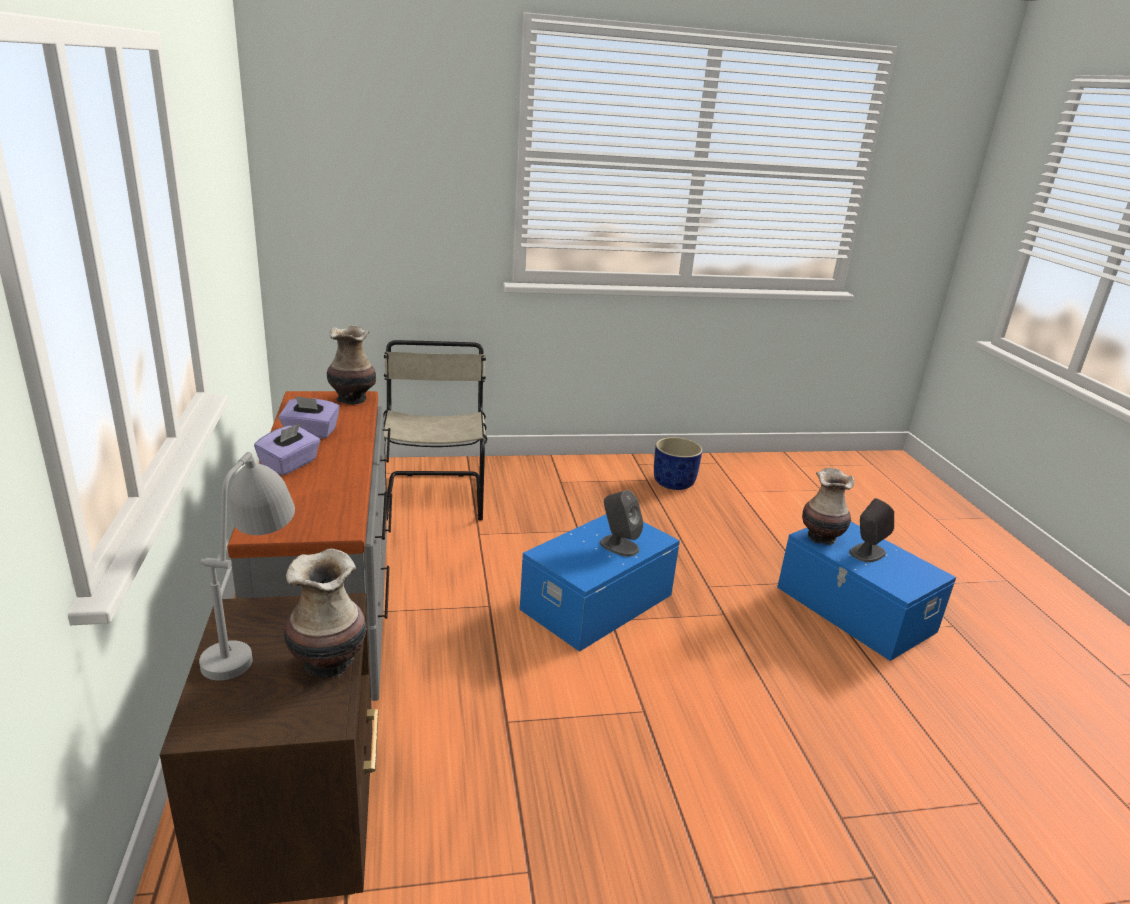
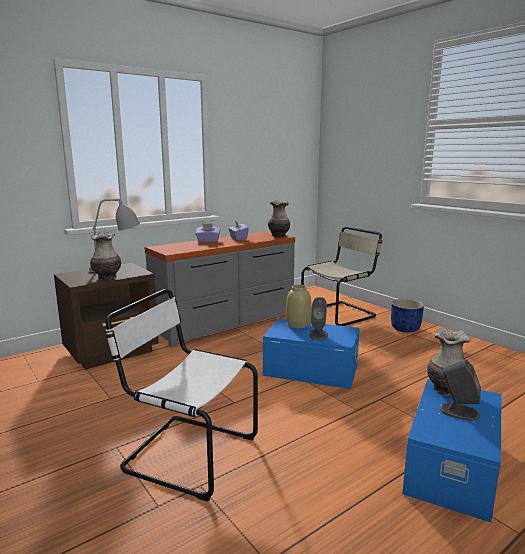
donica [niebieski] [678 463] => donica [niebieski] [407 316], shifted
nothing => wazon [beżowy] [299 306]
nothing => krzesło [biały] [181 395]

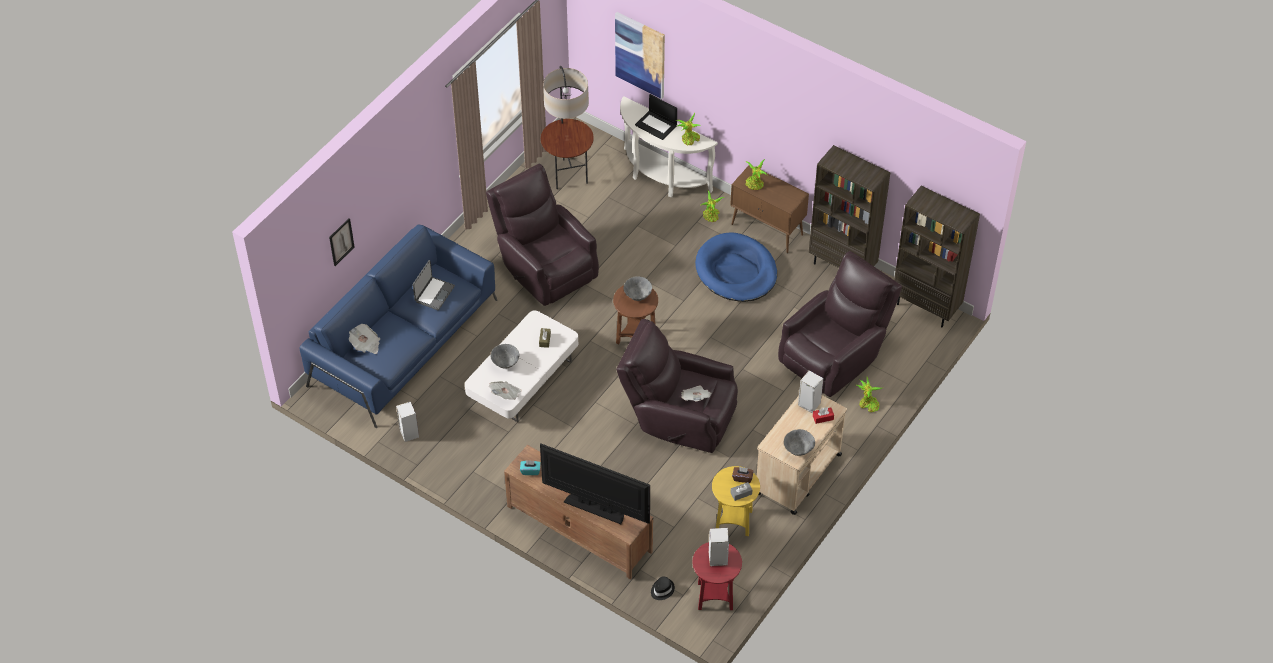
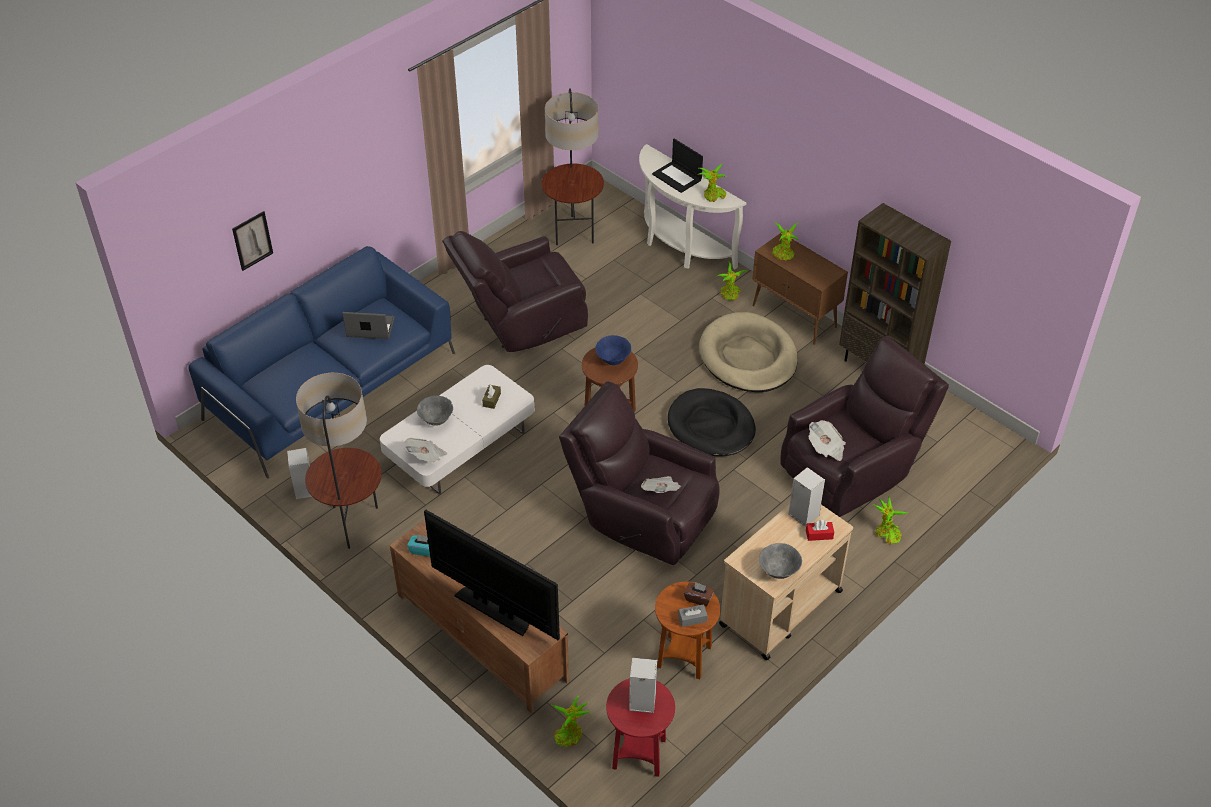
obraz [640 55] => nothing
fotel [brązowy] [542 235] => fotel [brązowy] [515 291], 90 degrees counterclockwise
regał [brązowy] [937 256] => nothing
legowisko [niebieski] [736 267] => legowisko [beżowy] [748 352]
laptop [434 285] => laptop [368 325], 120 degrees counterclockwise
miska [szary] [638 288] => miska [niebieski] [613 350]
gazeta [364 339] => gazeta [827 440], shifted
stolik [żółty] [736 501] => stolik [brązowy] [687 630]
kapelusz [czarny] [663 588] => roślina doniczkowa [571 721]
nothing => lampa stojąca [339 461]
nothing => legowisko [czarny] [712 422]

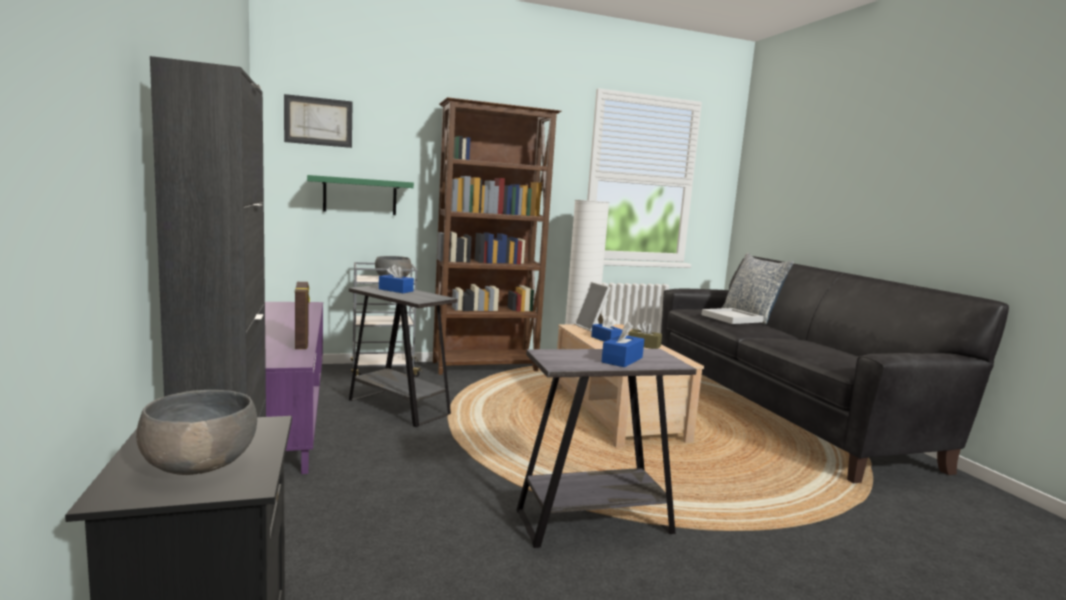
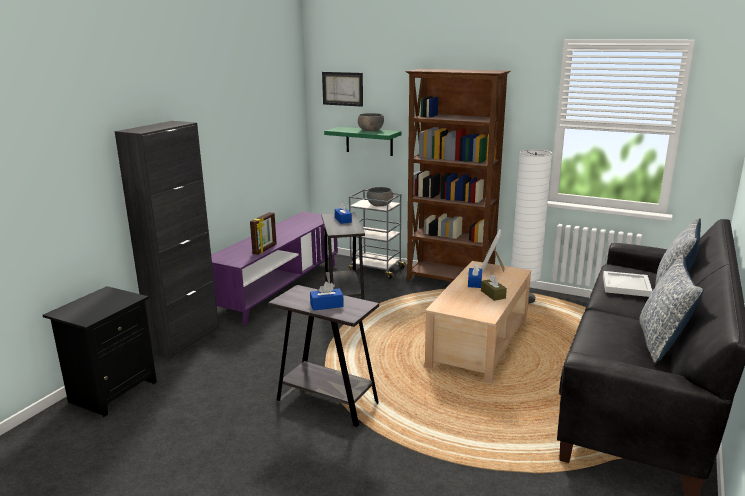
miska [szary] [196 432] => miska [szary] [371 122], shifted
nothing => poduszka [672 308]

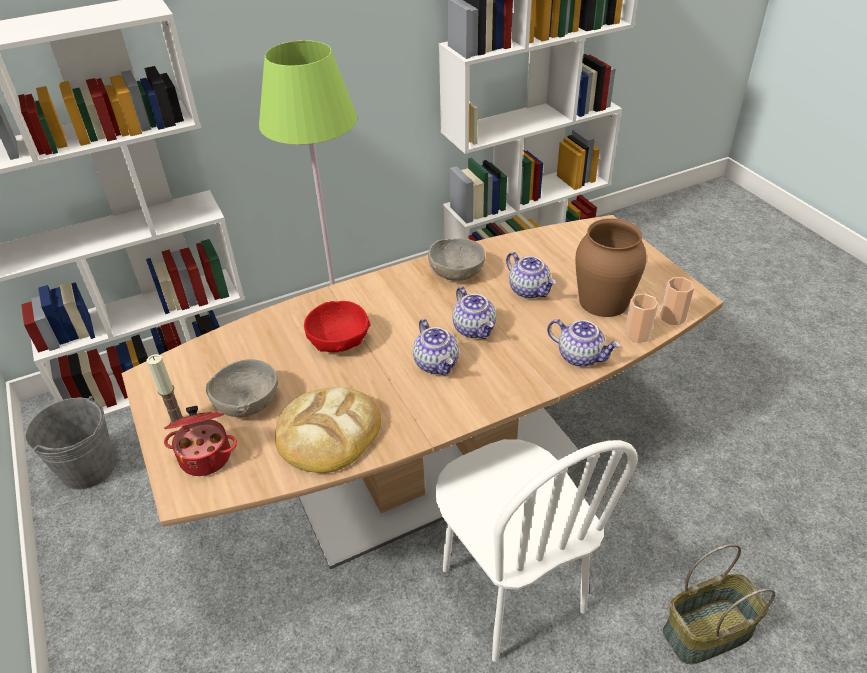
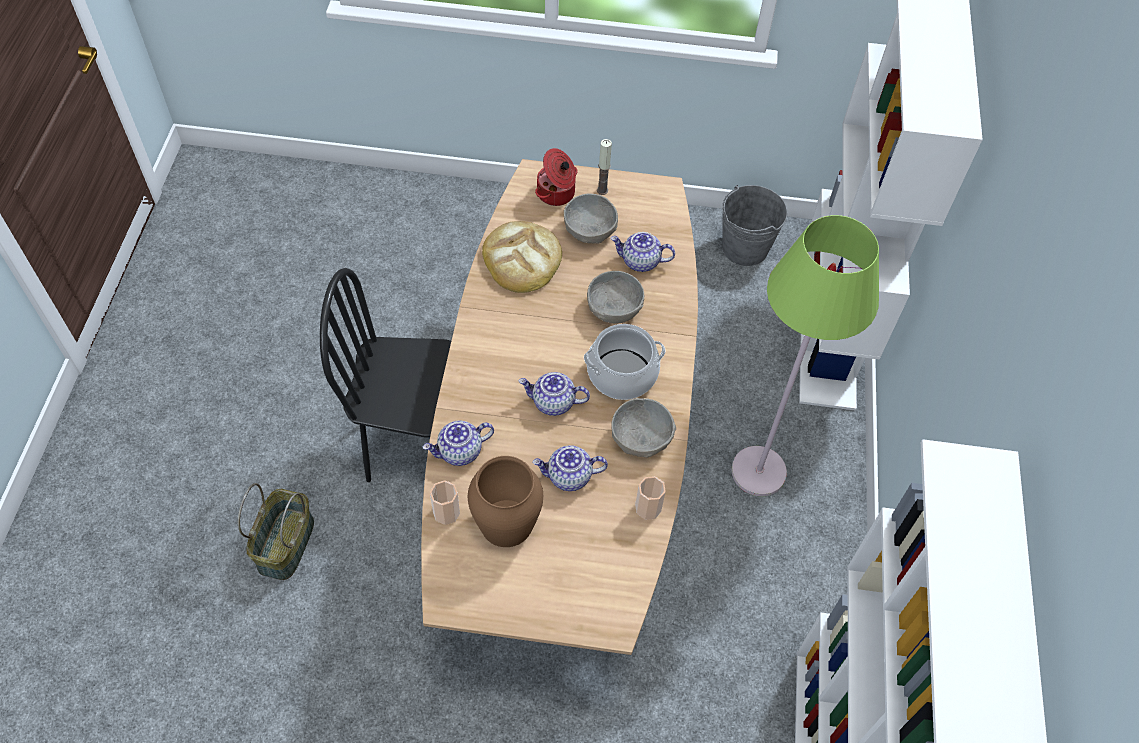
filiżanka [677 301] => filiżanka [650 498], shifted
miska [czerwony] [337 326] => miska [szary] [615 297]
imbryk [436 347] => imbryk [642 252], shifted
krzesło [biały] [536 550] => krzesło [czarny] [385 375]
nothing => garnek [624 362]

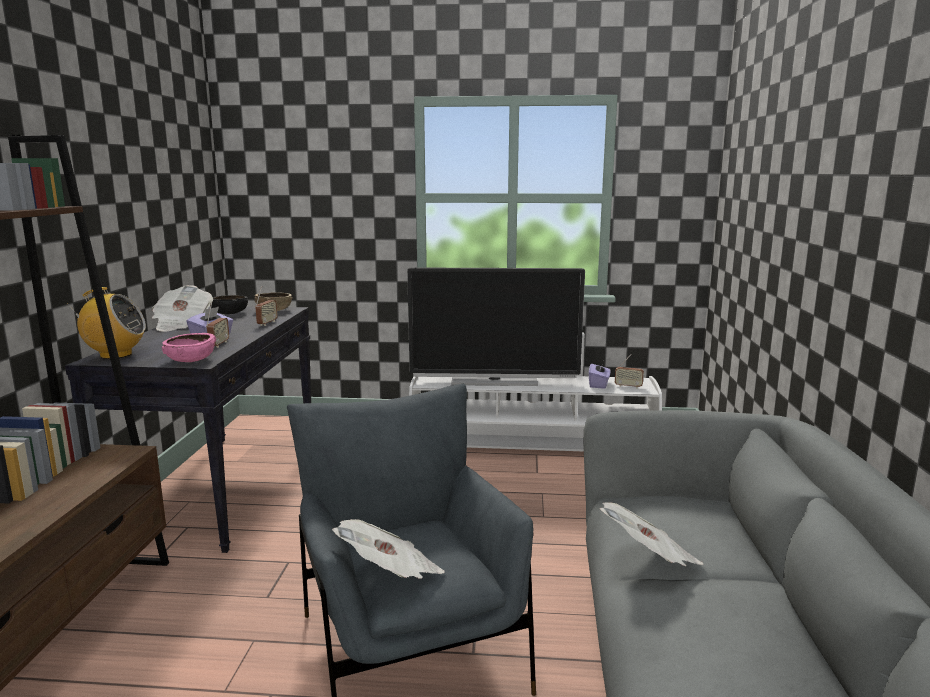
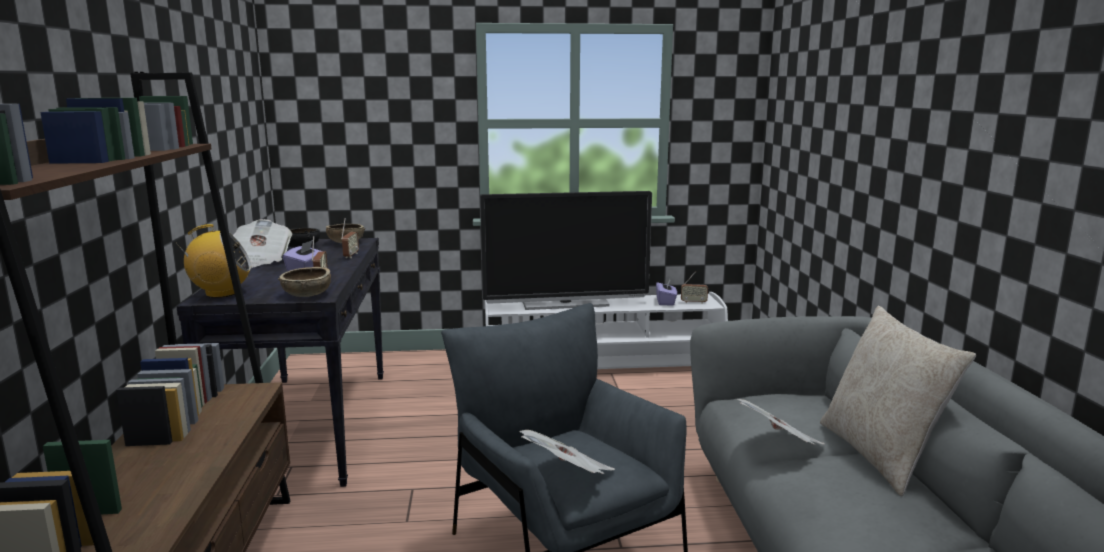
miska [różowy] [189 347] => miska [brązowy] [304 282]
nothing => poduszka [beżowy] [898 401]

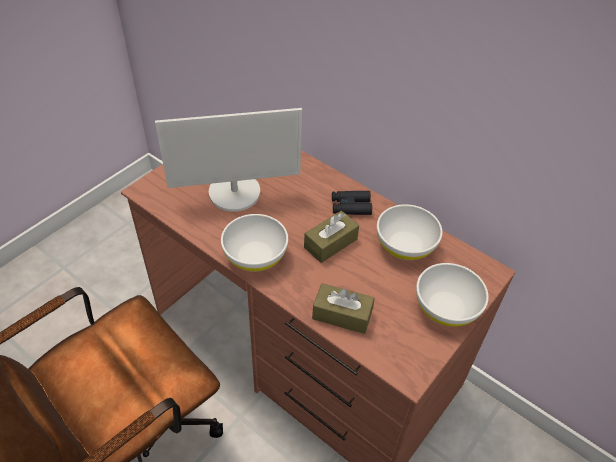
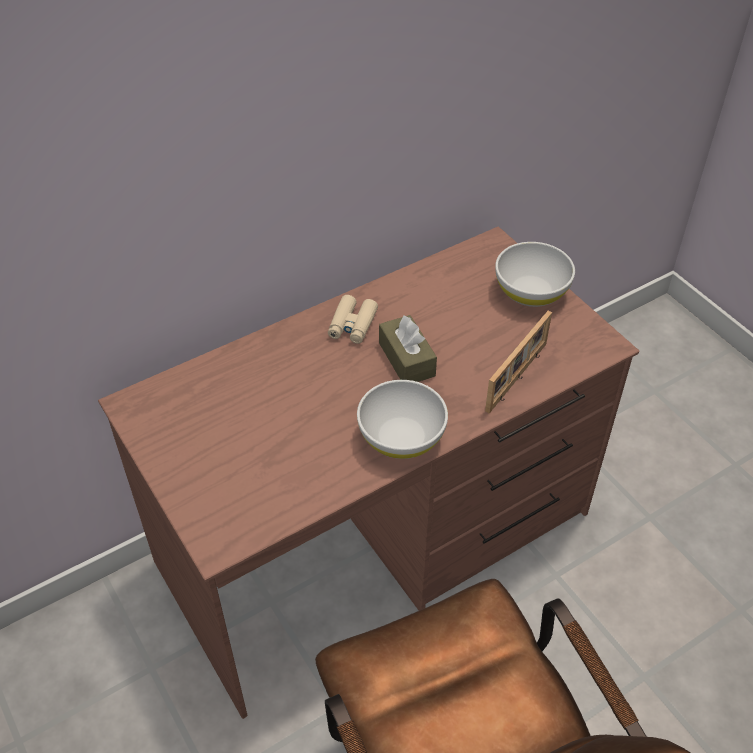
monitor [228 160] => nothing
lornetka [czarny] [352 203] => lornetka [beżowy] [353 319]
miska [biały] [410 232] => nothing
pudełko chusteczek [brązowy] [343 308] => ramka na zdjęcie [518 362]

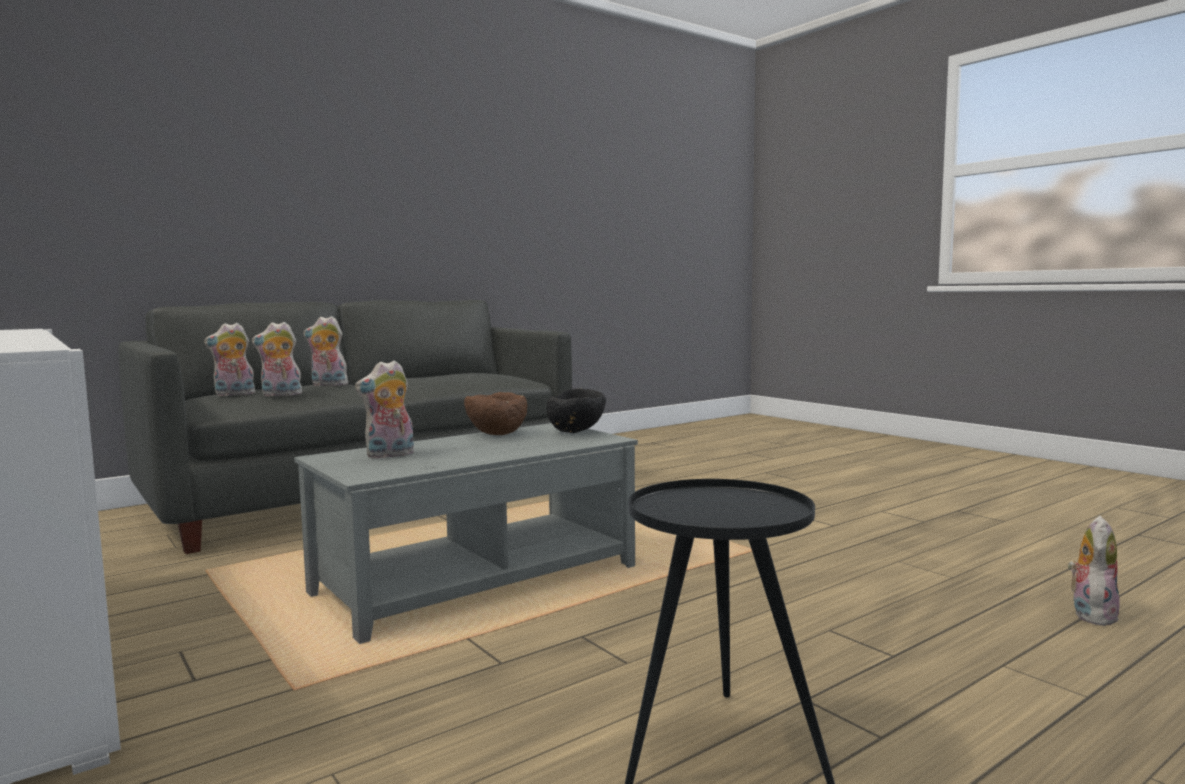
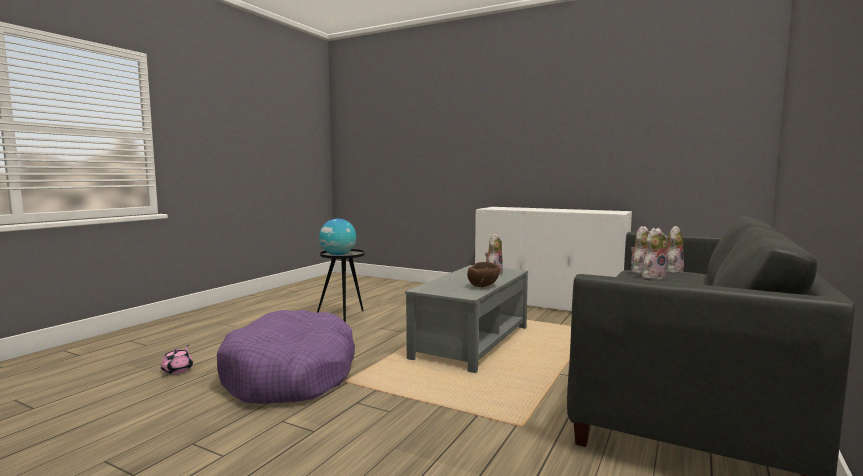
miska [czarny] [576 410] => nothing
pluszak [1094 571] => imbryk [różowy] [177 359]
nothing => globus [337 237]
nothing => legowisko [fioletowy] [286 357]

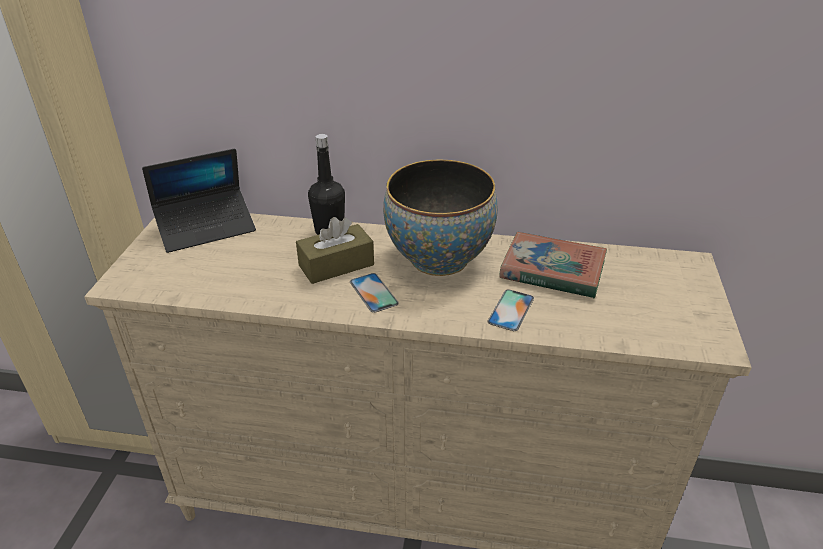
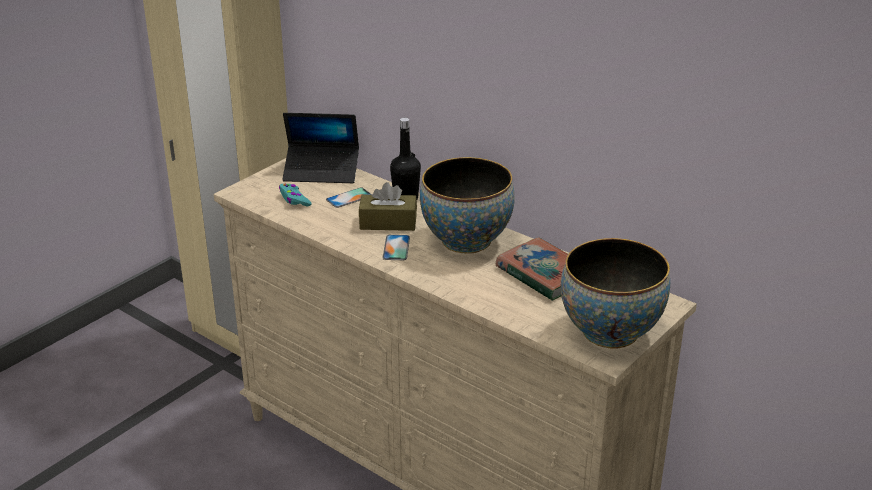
telefon [510 310] => telefon [349 197], shifted
nothing => pad do gier [turkusowy] [295 195]
nothing => miska [615 293]

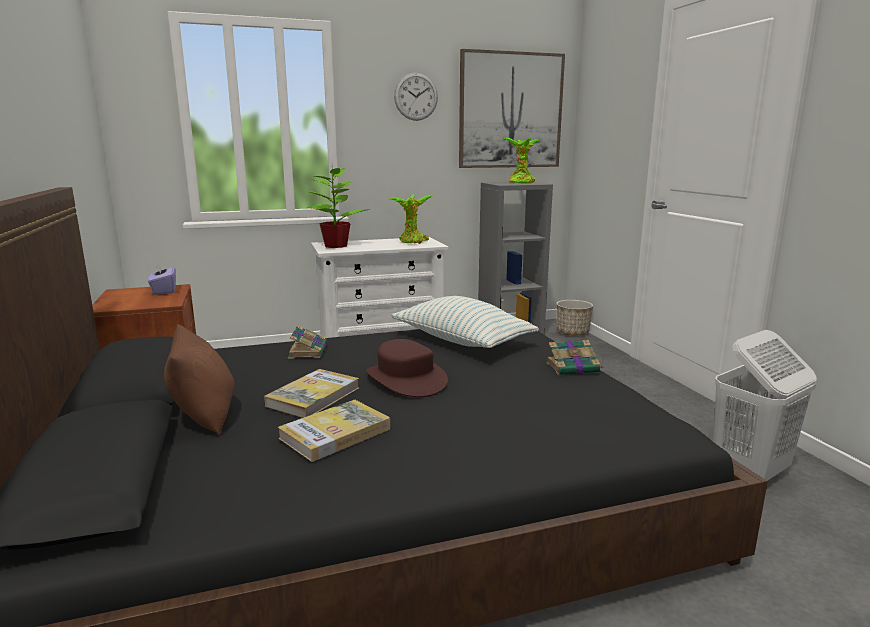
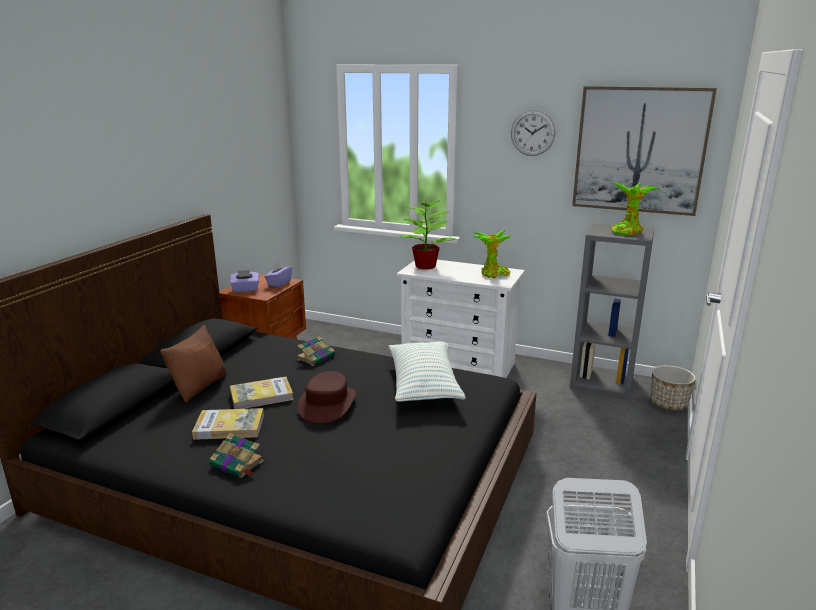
książka [575 357] => książka [236 455], shifted
nothing => pudełko chusteczek [fioletowy] [244 281]

